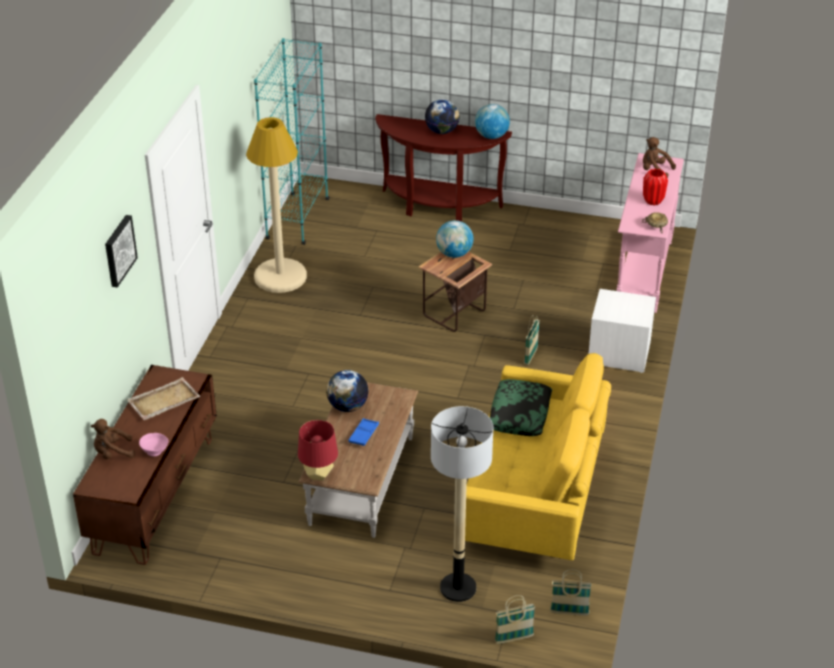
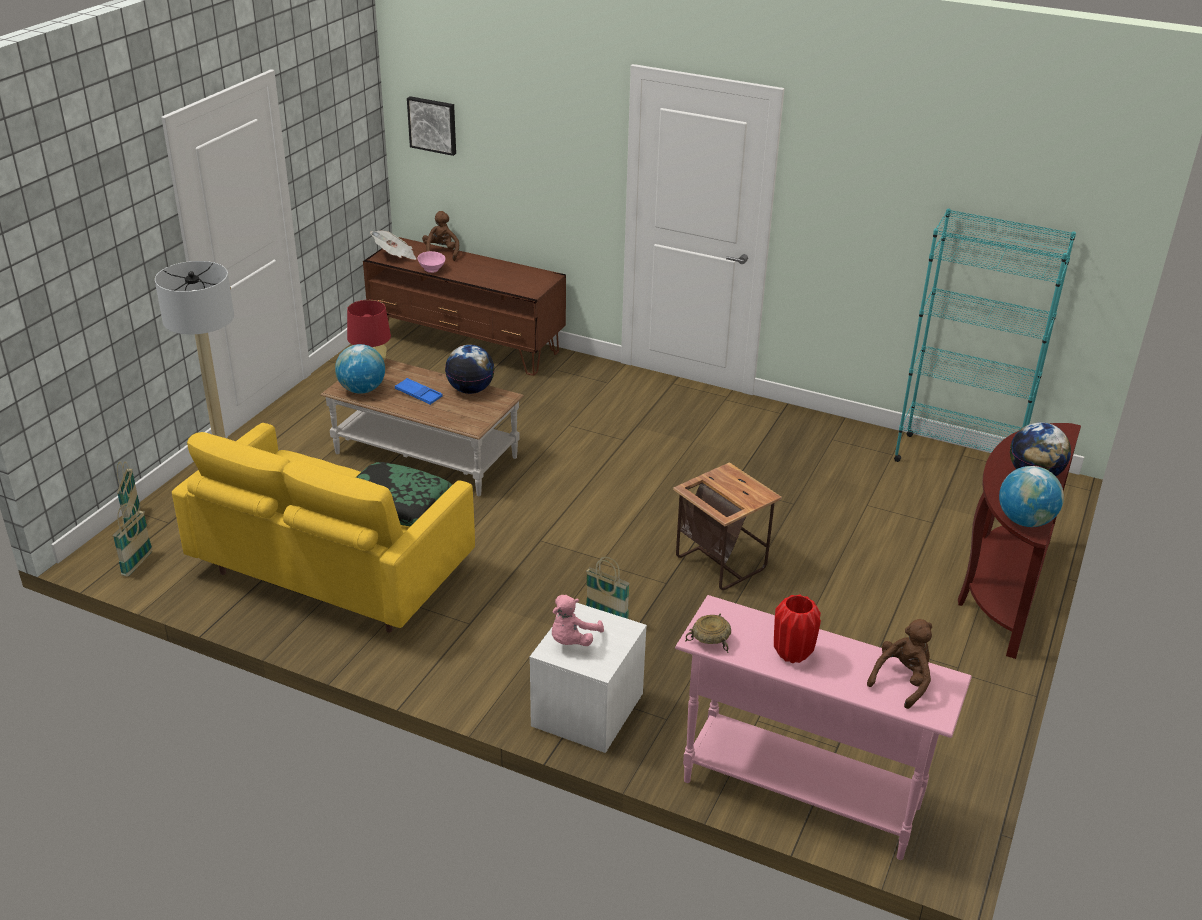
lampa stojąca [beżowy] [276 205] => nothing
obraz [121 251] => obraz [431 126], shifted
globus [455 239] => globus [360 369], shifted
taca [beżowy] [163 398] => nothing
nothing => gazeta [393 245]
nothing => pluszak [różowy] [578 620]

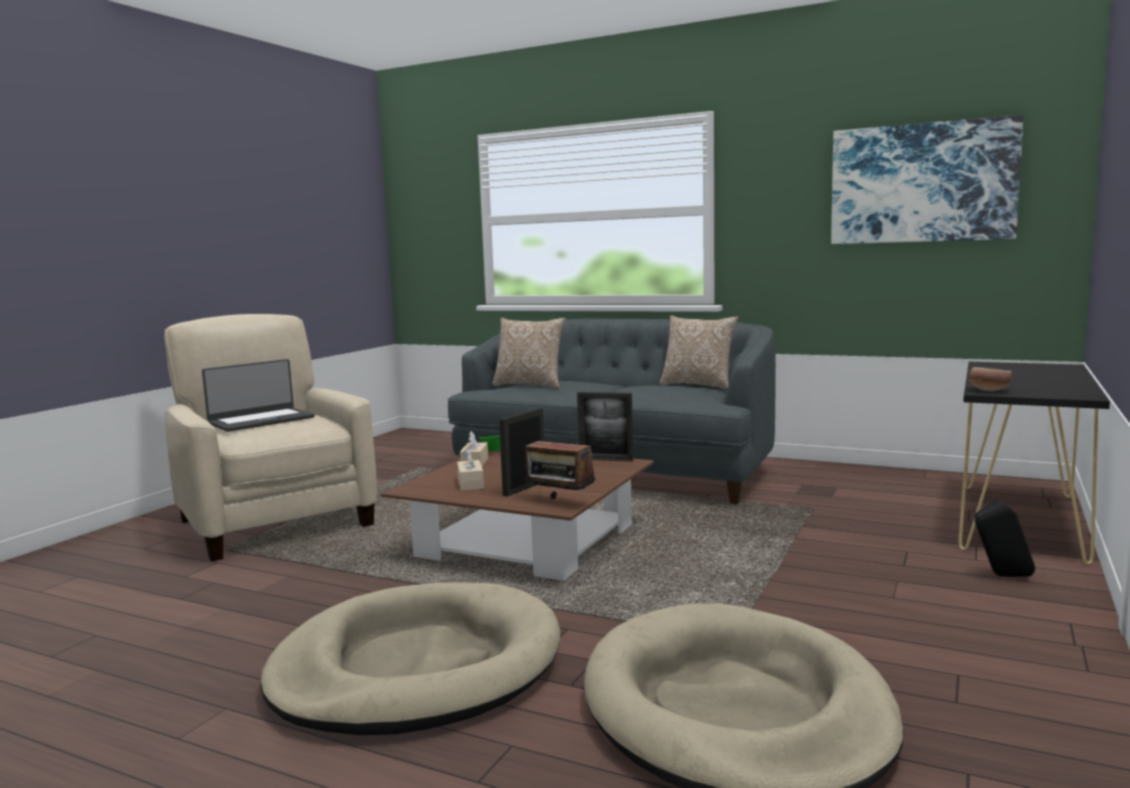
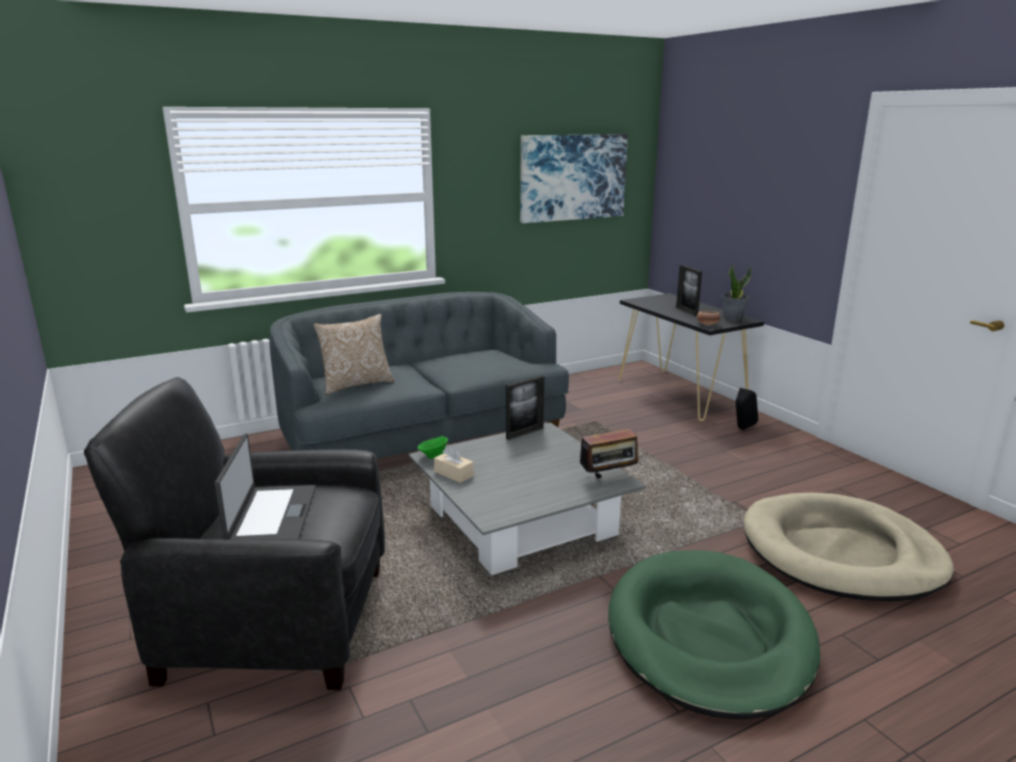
fotel [beżowy] [271 438] => fotel [czarny] [234 533]
poduszka [698 352] => nothing
ramka na zdjęcie [521 452] => ramka na zdjęcie [689 290], shifted
pudełko chusteczek [beżowy] [470 470] => nothing
ława [brązowy] [517 515] => ława [szary] [527 498]
legowisko [beżowy] [410 659] => legowisko [zielony] [714 635]
nothing => roślina doniczkowa [736 293]

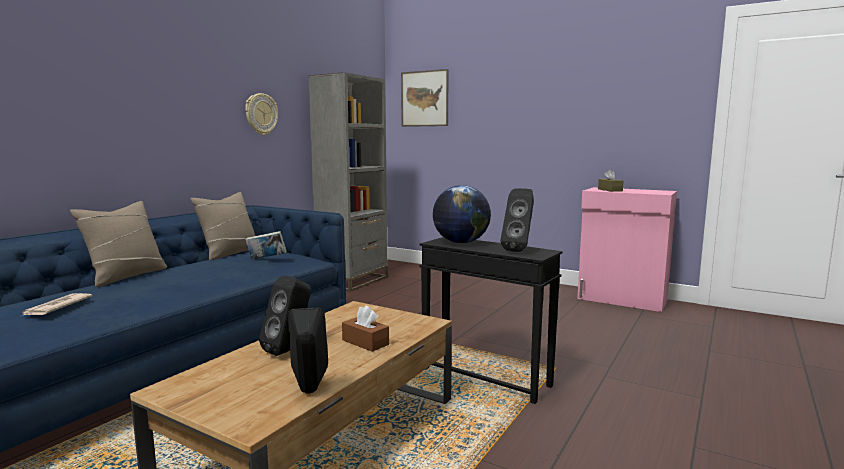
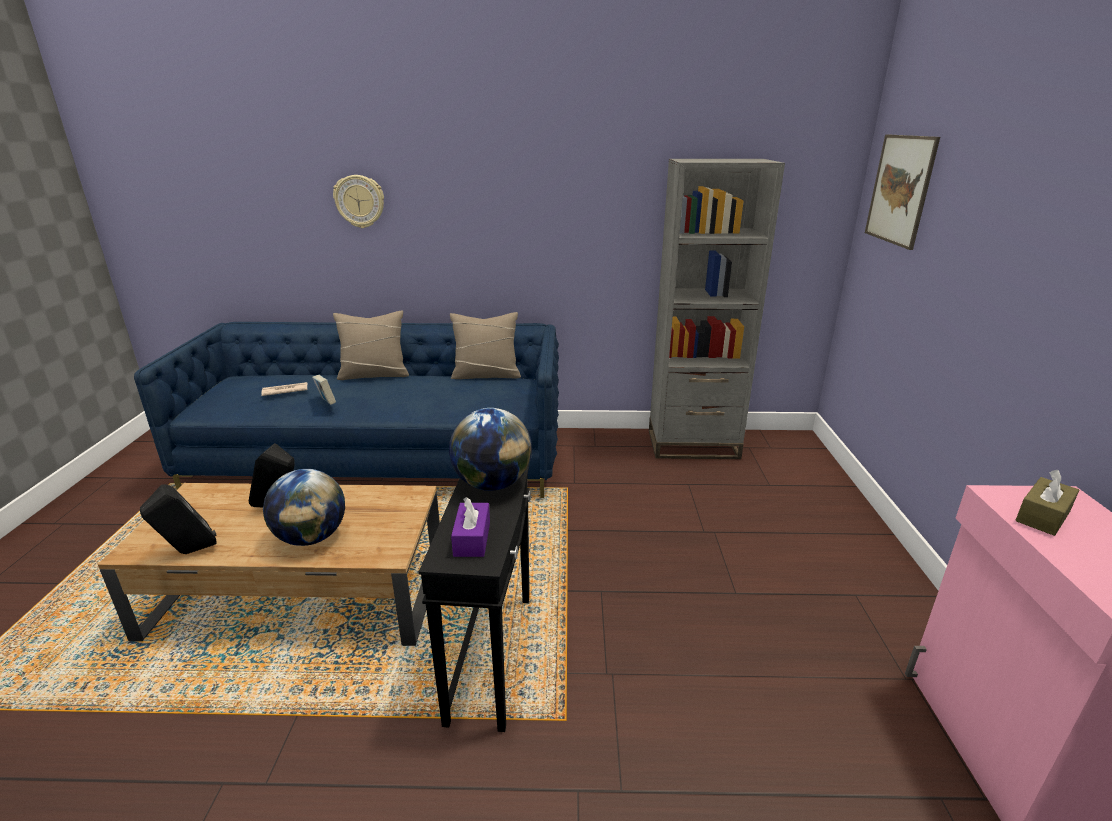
zegar ścienny [261 114] => zegar ścienny [358 201], shifted
głośnik [czarny] [517 220] => pudełko chusteczek [fioletowy] [470 527]
książka [266 245] => książka [324 390], shifted
pudełko chusteczek [brązowy] [365 329] => globus [304 507]

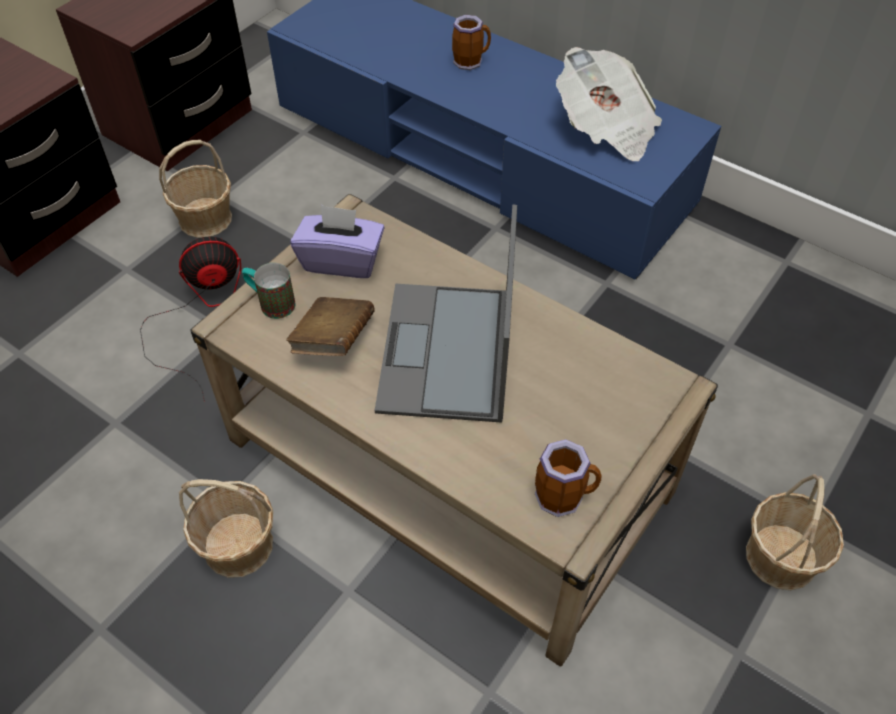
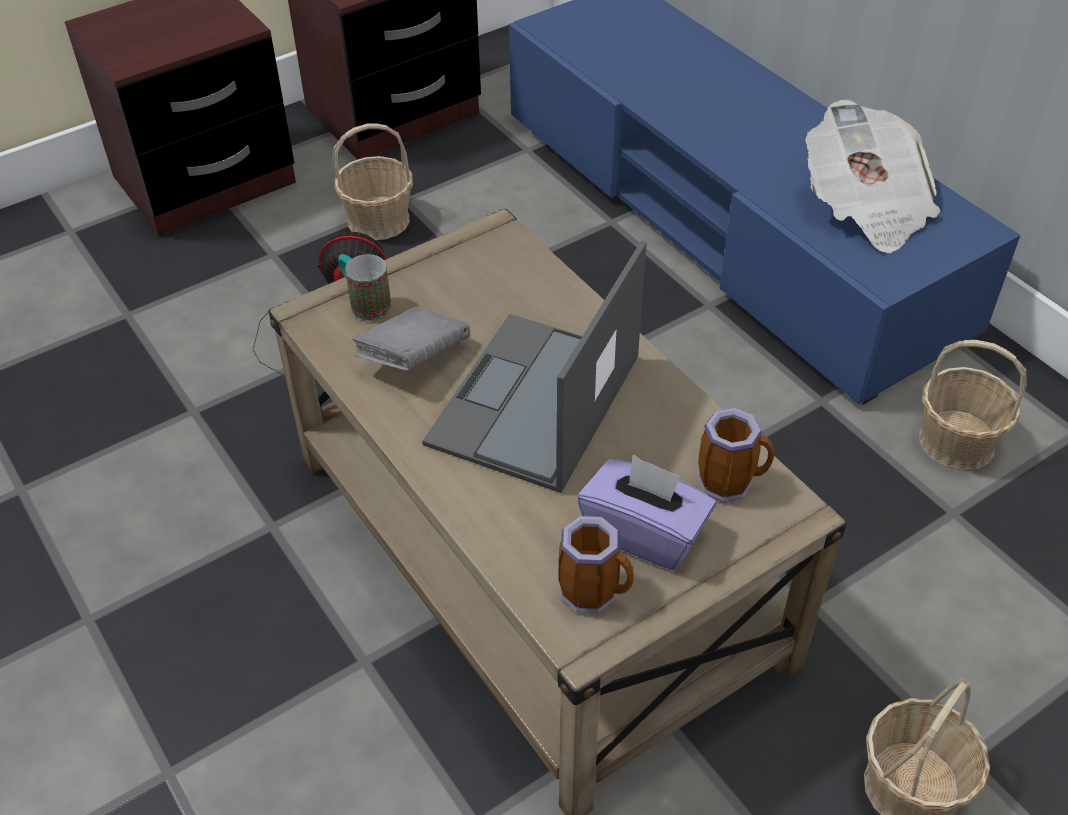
kubek [471 42] => kubek [735 455], shifted
pudełko chusteczek [fioletowy] [338 241] => pudełko chusteczek [fioletowy] [647 512], shifted
książka [brązowy] [330 326] => książka [szary] [411 338]
koszyk [226 528] => koszyk [973 405], shifted

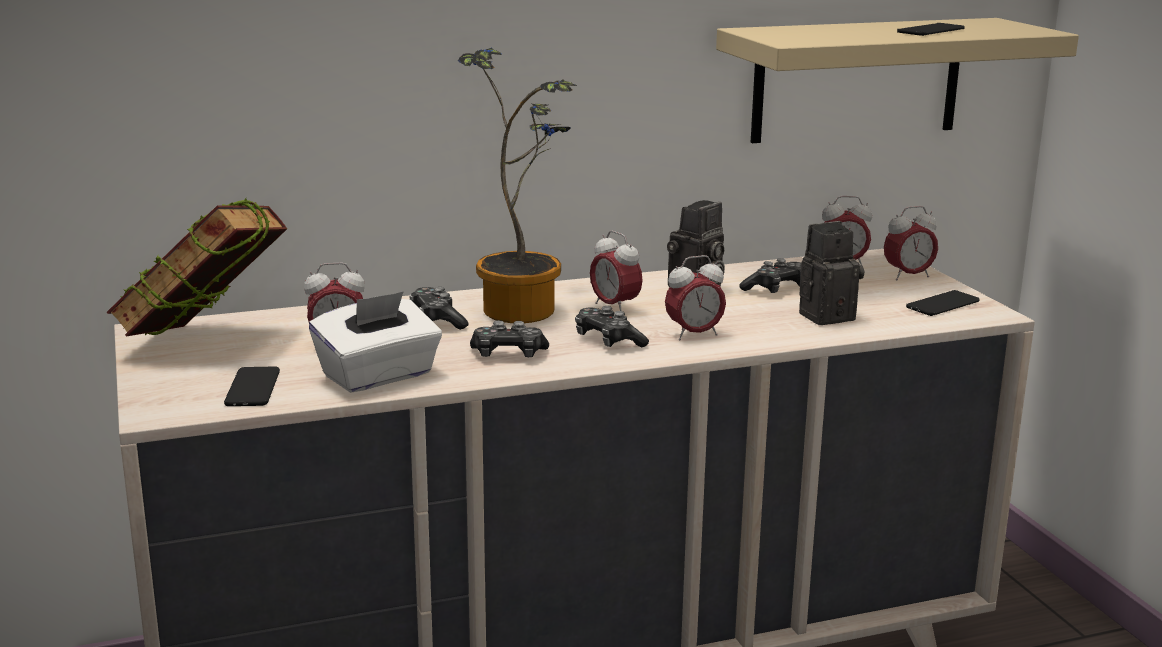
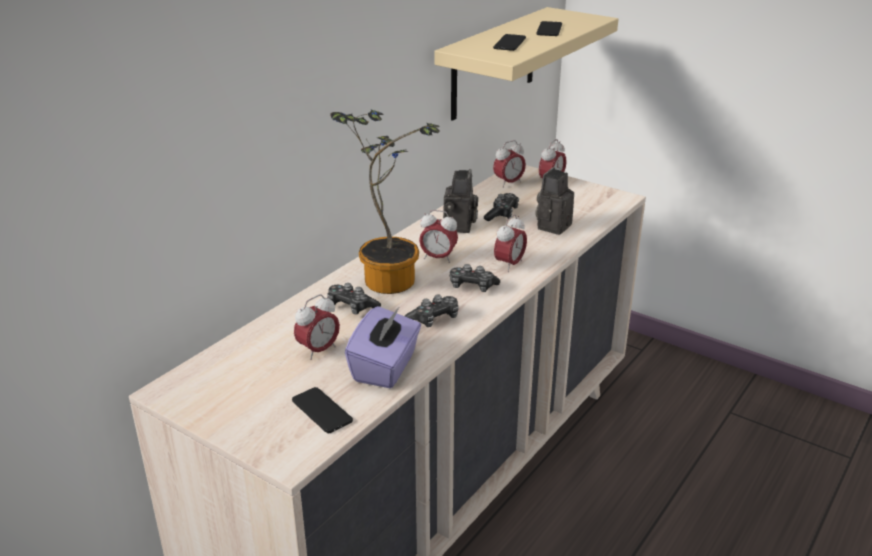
książka [197 267] => nothing
telefon [942 303] => telefon [509 42], shifted
pudełko chusteczek [biały] [375 342] => pudełko chusteczek [fioletowy] [383 347]

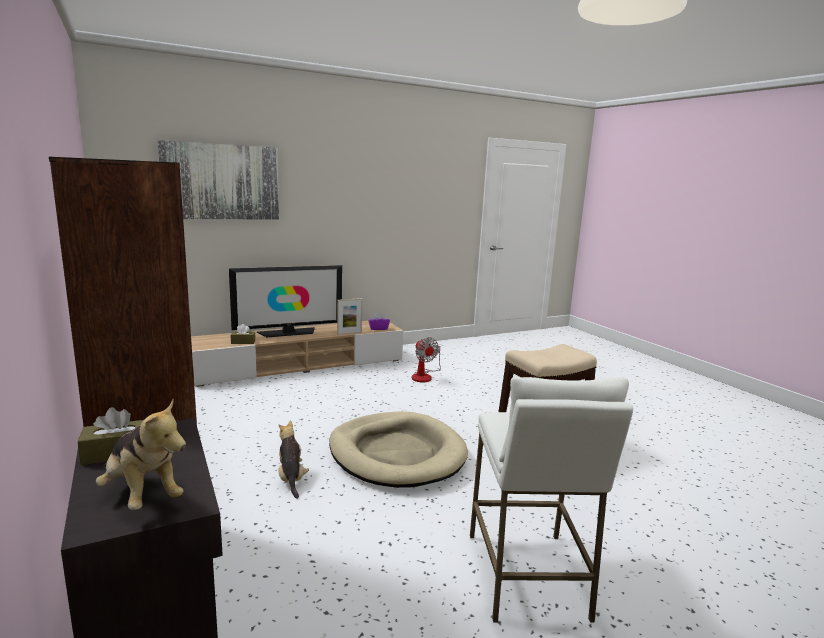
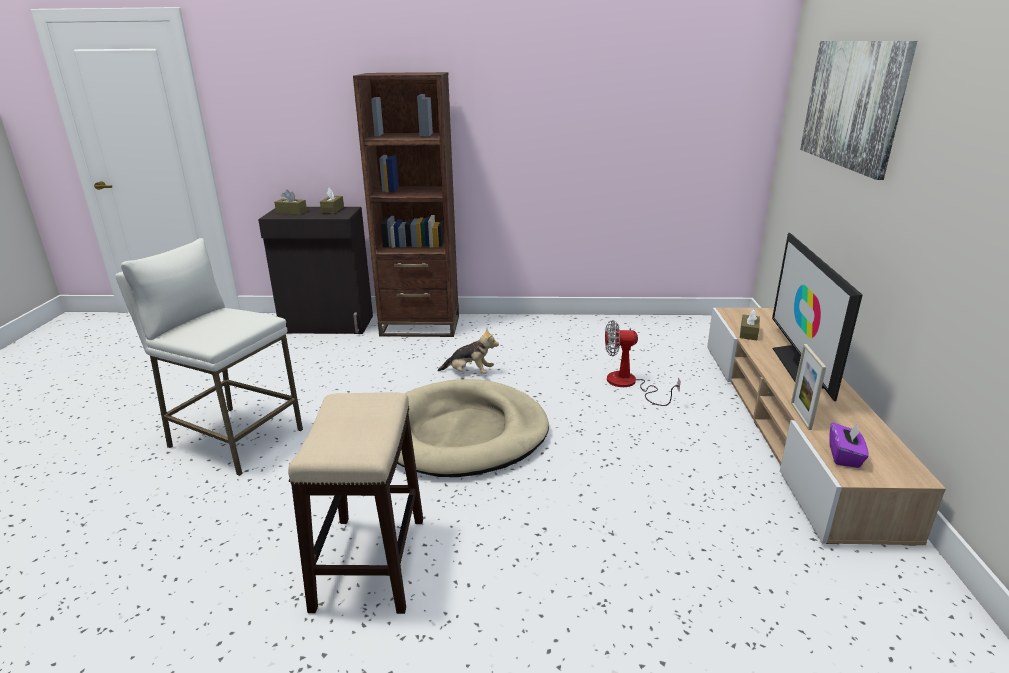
wentylator [426 360] => wentylator [643 363], shifted
pluszak [141 455] => pudełko chusteczek [brązowy] [290 202]

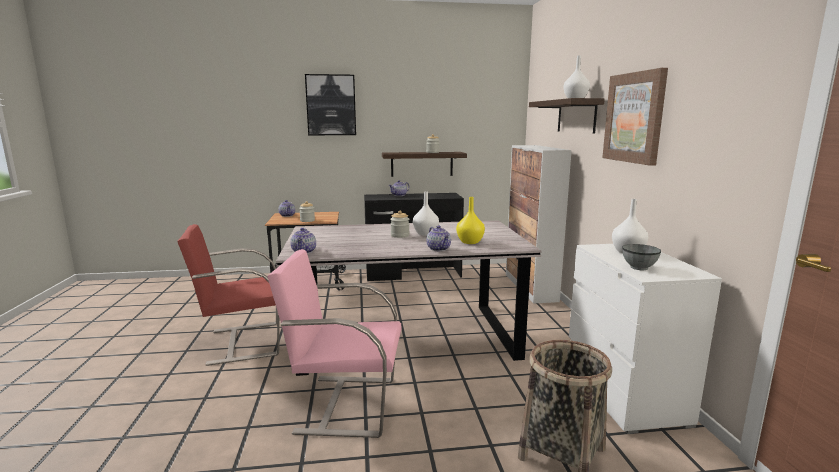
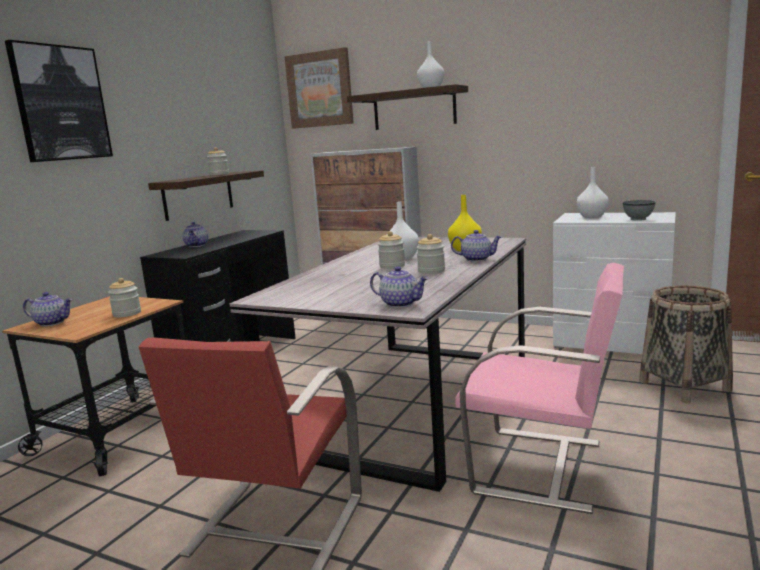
obraz [635 117] => obraz [319 88], shifted
krzesło [różowy] [334 343] => krzesło [różowy] [539 388], 105 degrees counterclockwise
nothing => słoik [430 254]

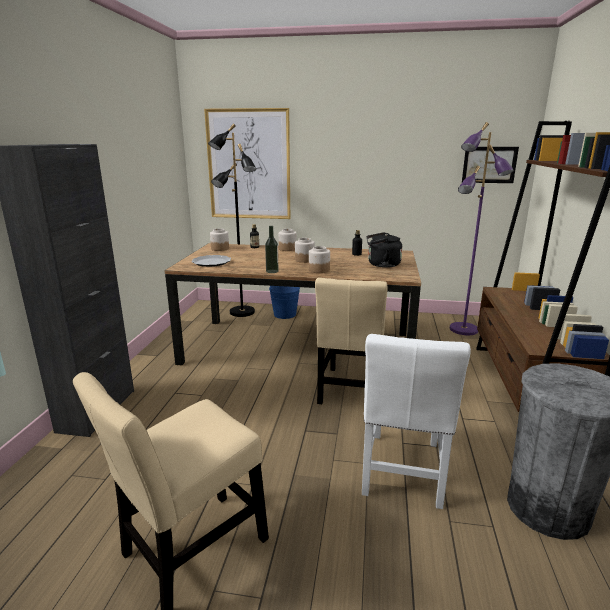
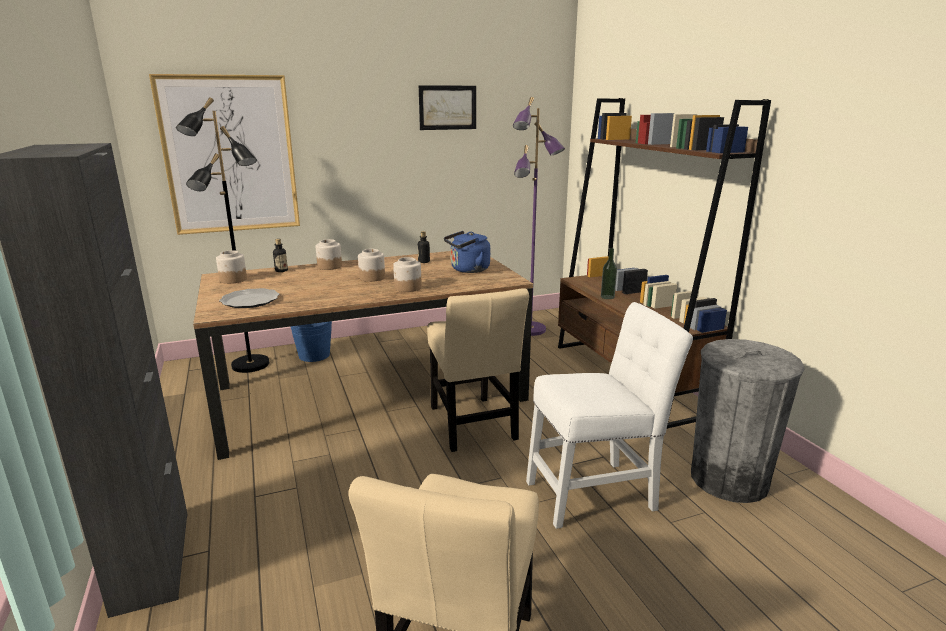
obraz [490 165] => obraz [447 107], shifted
butelka [272 249] => butelka [609 273], shifted
czajnik [czarny] [384 250] => czajnik [niebieski] [467 252]
krzesło [biały] [416 421] => krzesło [biały] [609 415], 90 degrees counterclockwise

